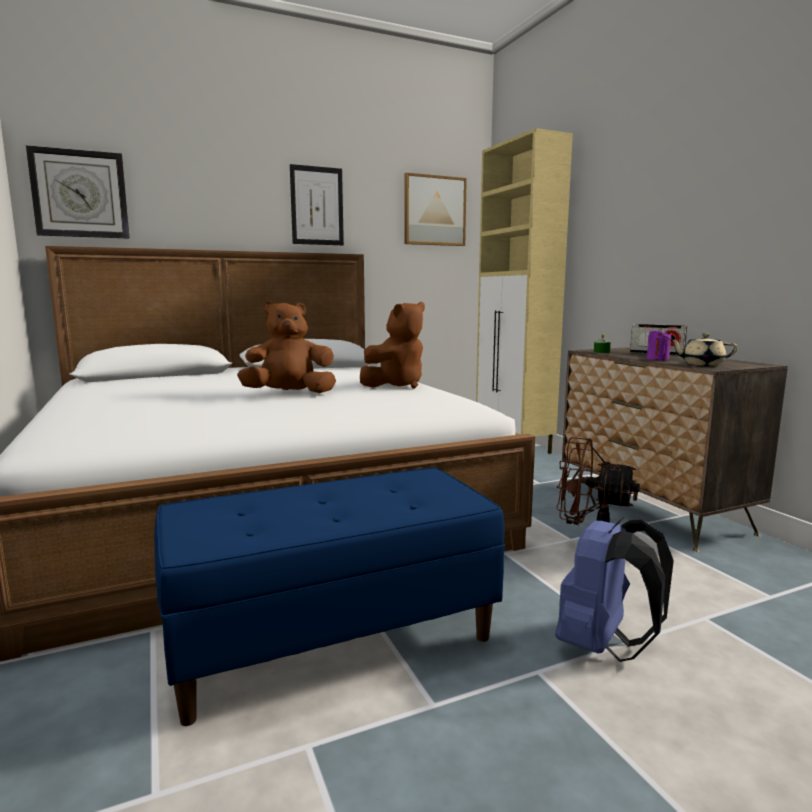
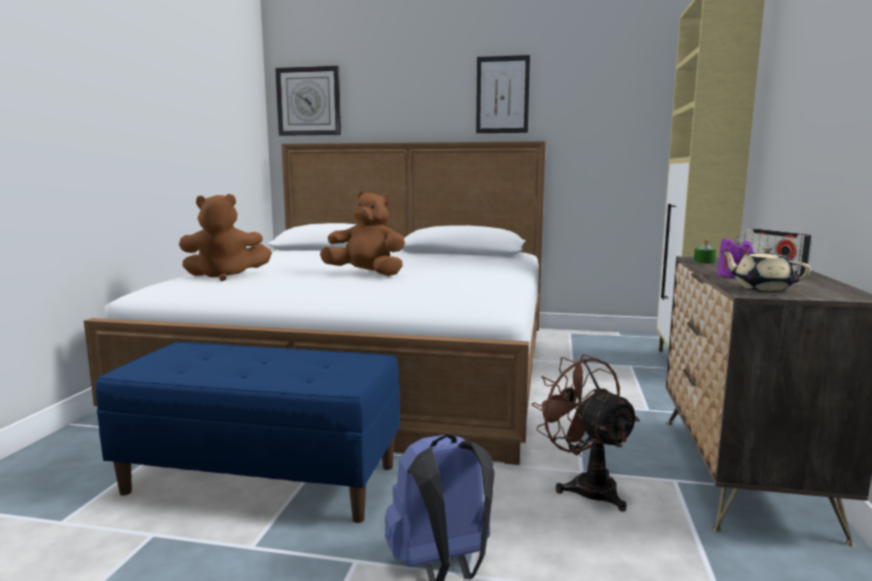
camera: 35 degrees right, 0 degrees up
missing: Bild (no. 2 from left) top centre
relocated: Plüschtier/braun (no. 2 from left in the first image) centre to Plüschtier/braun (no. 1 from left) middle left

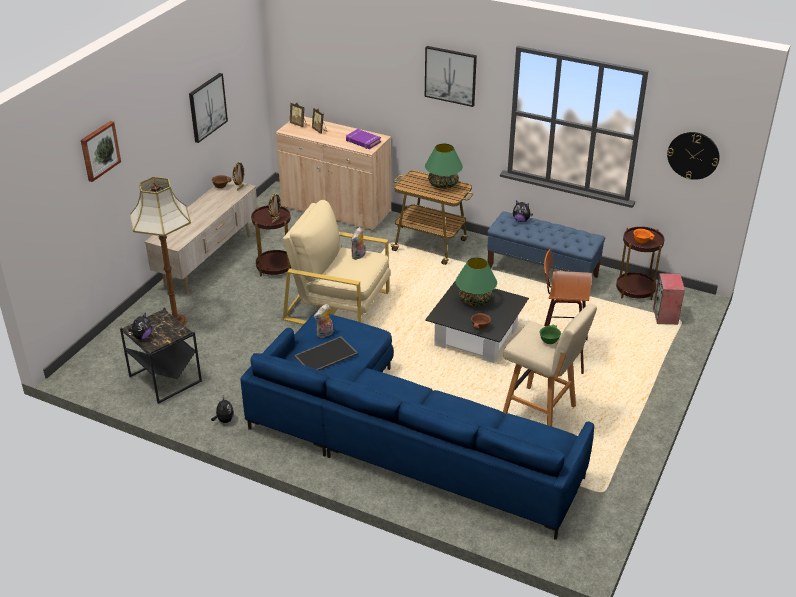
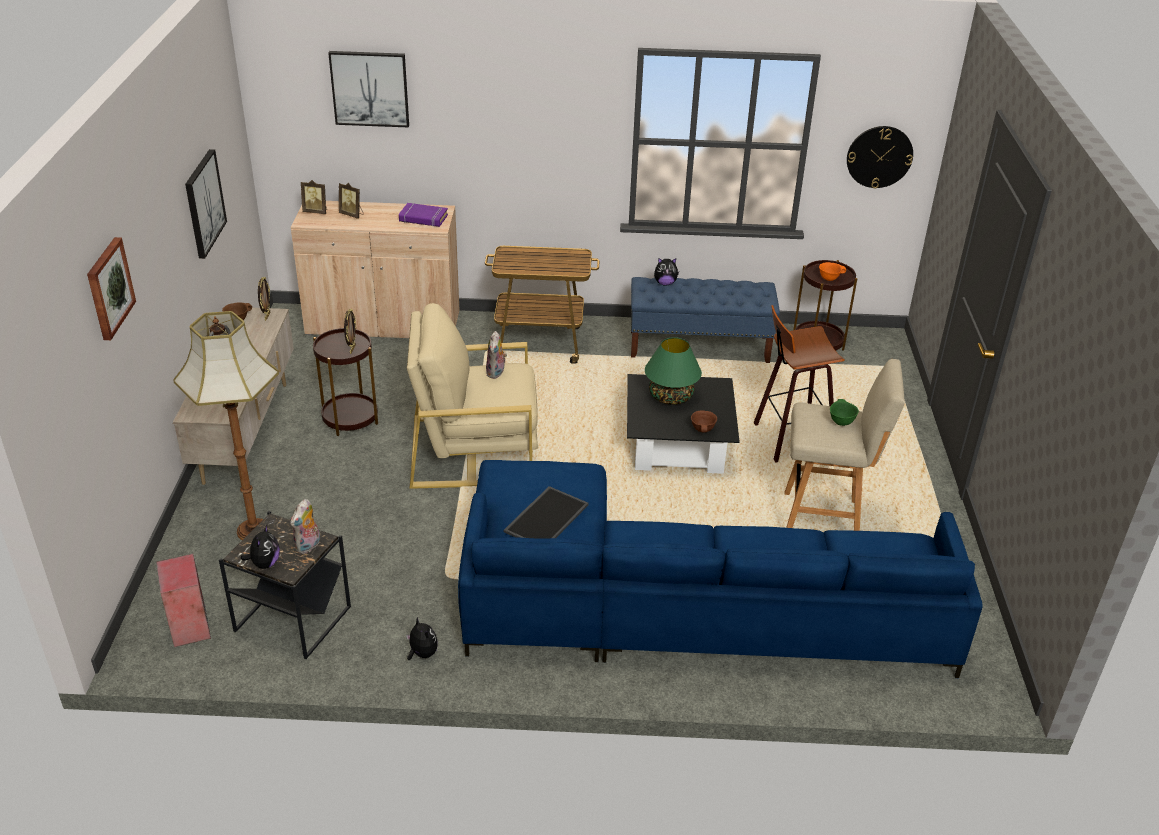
camera: 25 degrees left, 0 degrees up
missing: Tischlampe/grün (no. 1 from left) top centre
relocated: Bild (no. 3 from left) top centre to top left; Lautsprecher middle right to bottom left; Plüschtier (no. 3 from left in the first image) centre to Plüschtier (no. 2 from left) middle left

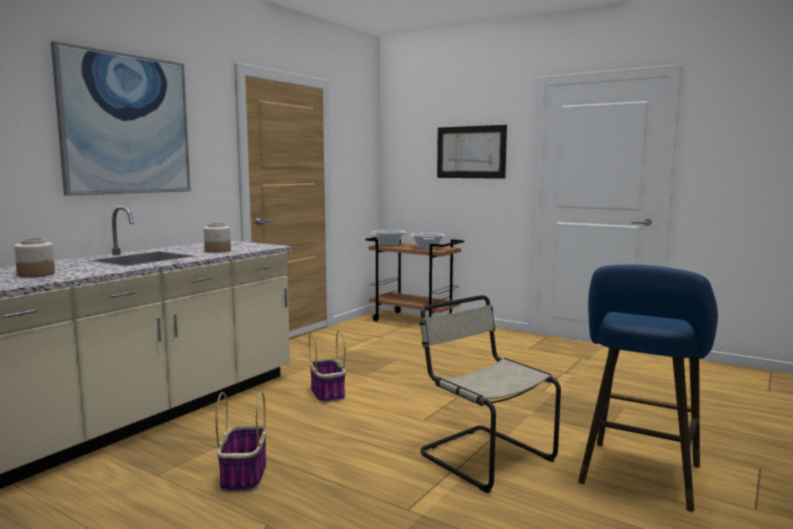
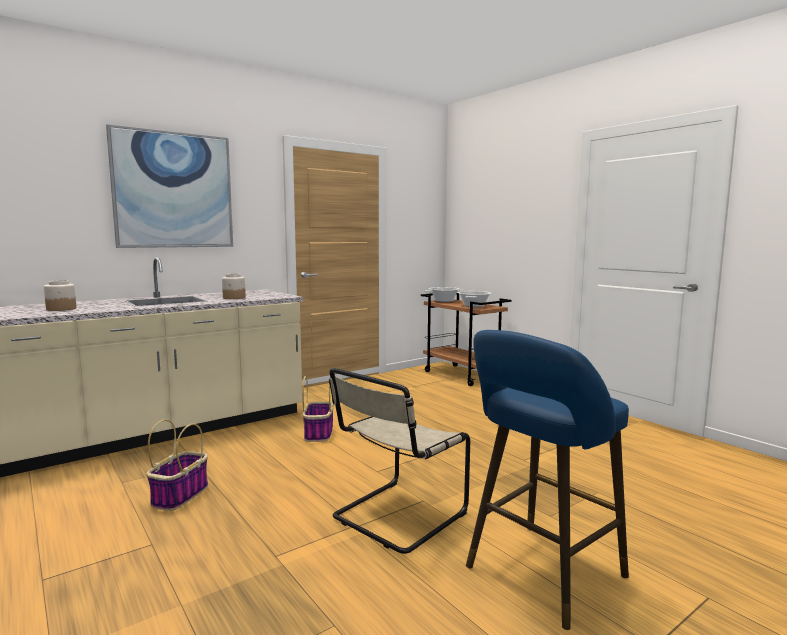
camera: 20 degrees right, 0 degrees up
missing: Bild (no. 2 from left) top centre
spun: Stuhl/beige bottom centre = bottom centre 120 degrees counterclockwise

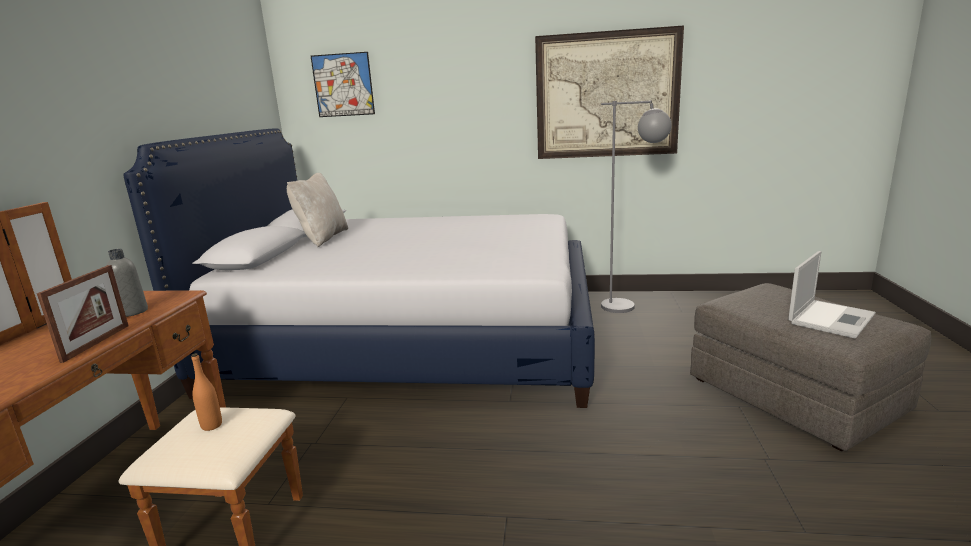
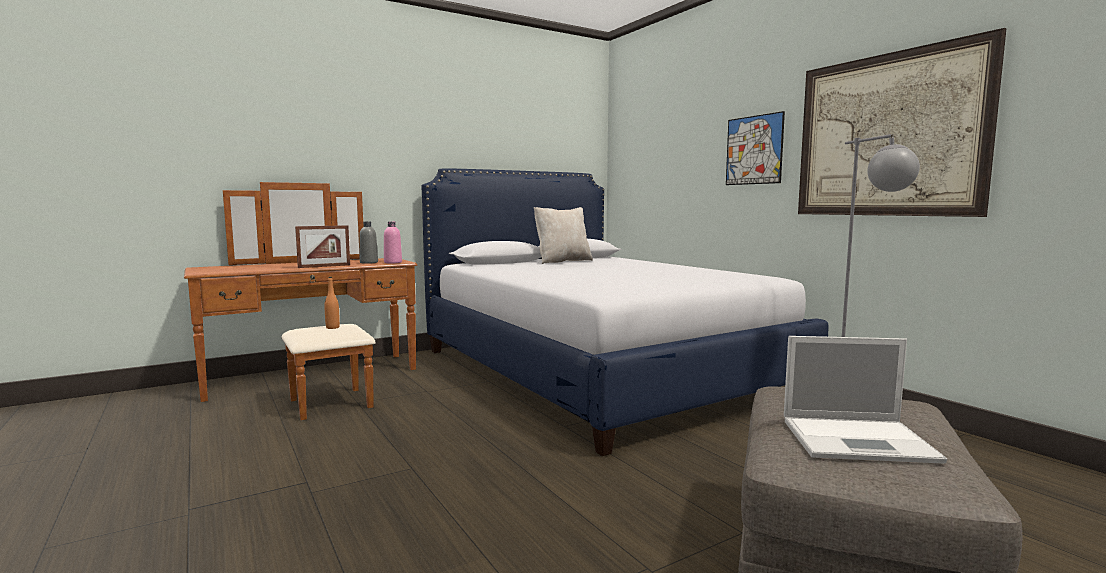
camera: 50 degrees right, 10 degrees down
appeared: Flasche/rosa centre
relocated: Bild (no. 1 from left) top centre to top right

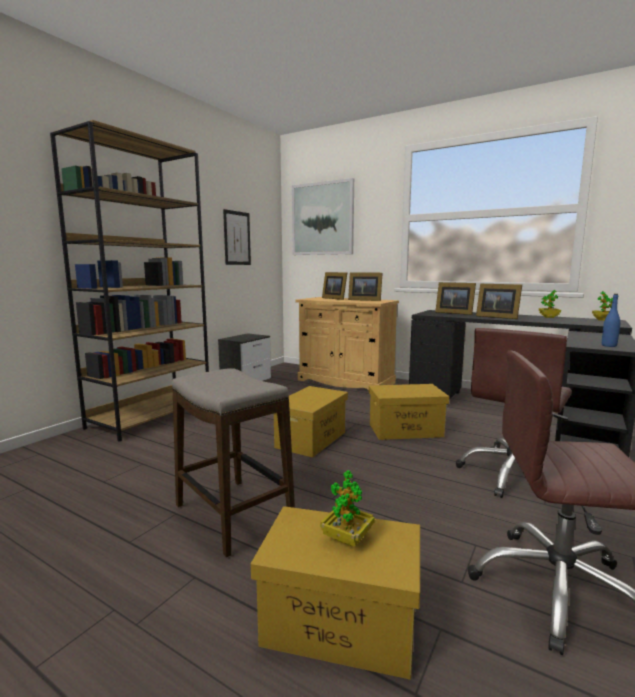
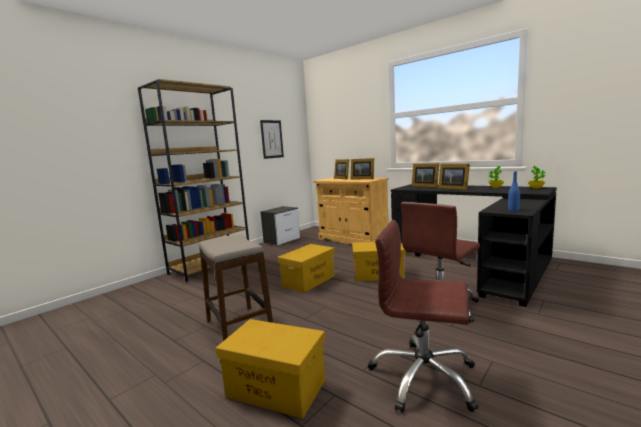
camera: 10 degrees right, 0 degrees up
missing: Bild (no. 2 from left) top centre; Topfpflanze (no. 1 from left) bottom centre

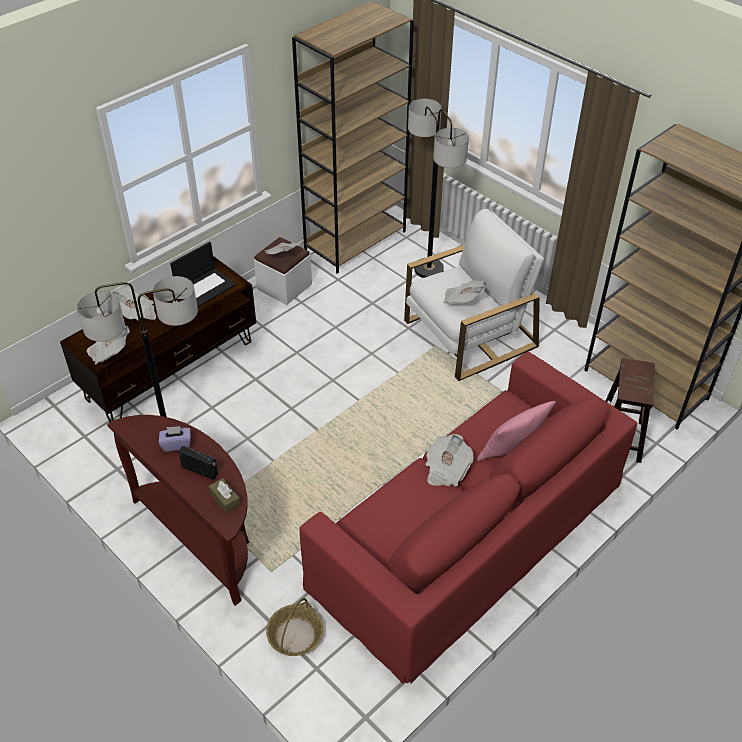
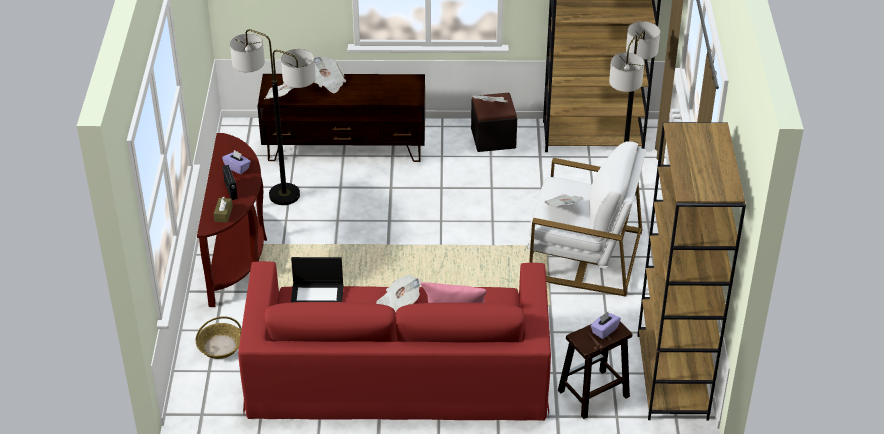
camera: 45 degrees right, 5 degrees down
appeared: Taschentuchbox/lila (no. 2 from left) bottom right
relocated: Laptop middle left to centre
colour: Polsterhocker/weiß centre to Polsterhocker/schwarz top centre

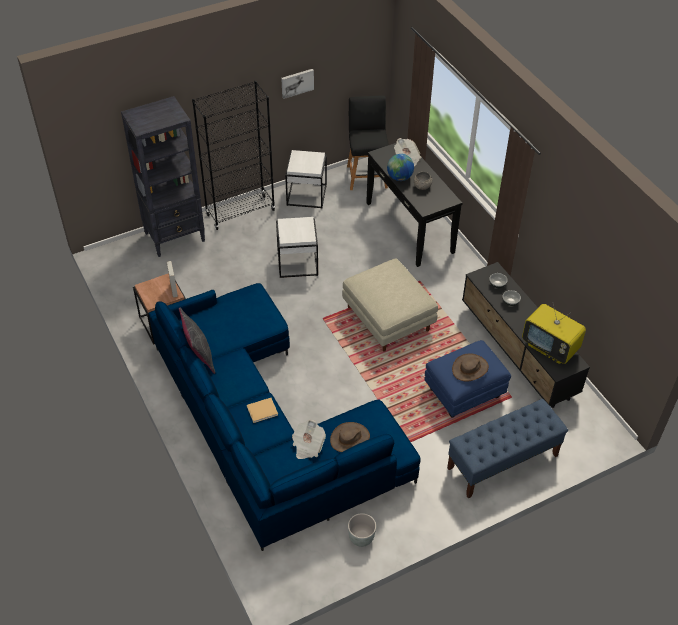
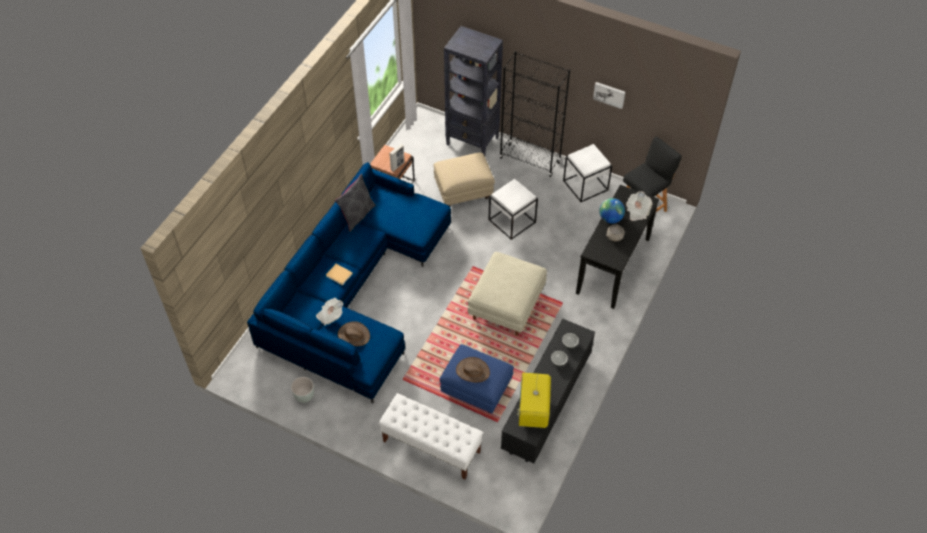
camera: 55 degrees right, 5 degrees up
appeared: Polsterhocker/beige (no. 1 from left) centre
colour: Bank/blau bottom right to Bank/weiß bottom centre

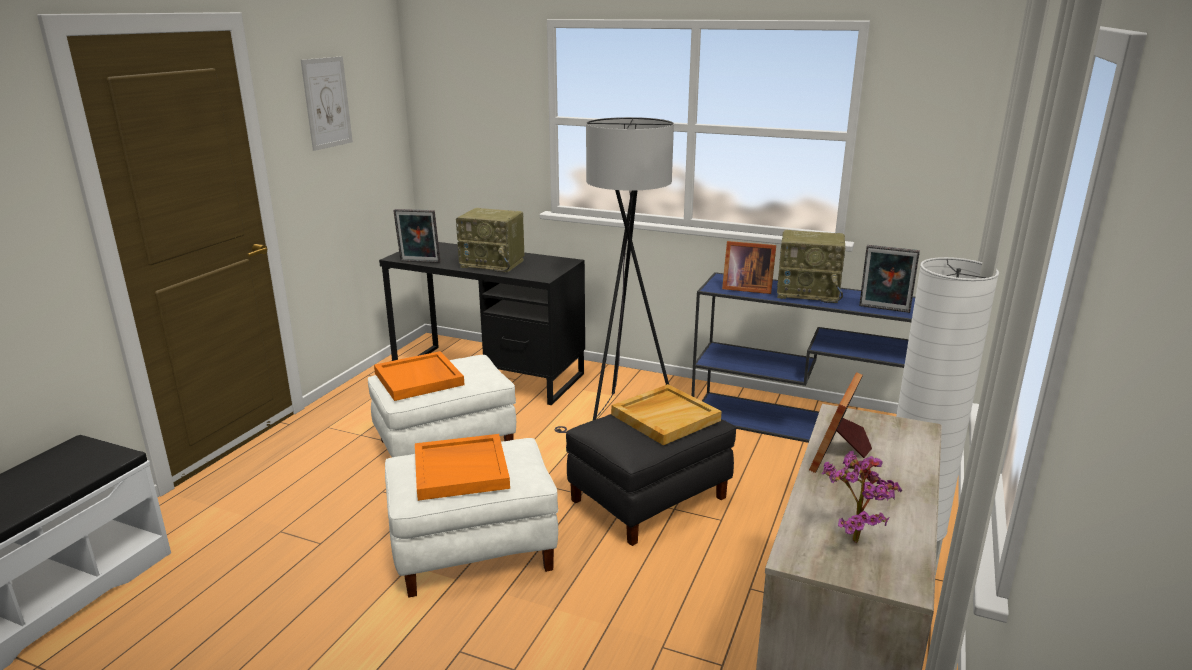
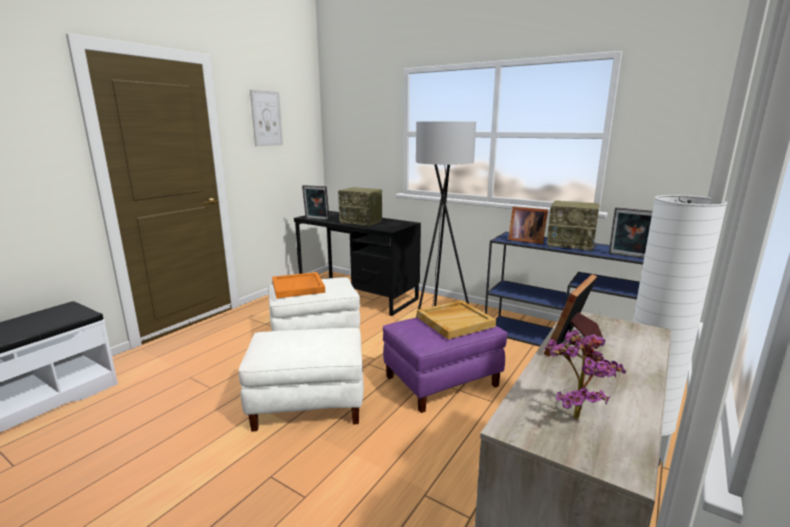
camera: 10 degrees right, 5 degrees down
missing: Tablett/orange (no. 2 from left) bottom centre
colour: Polsterhocker/schwarz bottom centre to Polsterhocker/lila bottom centre

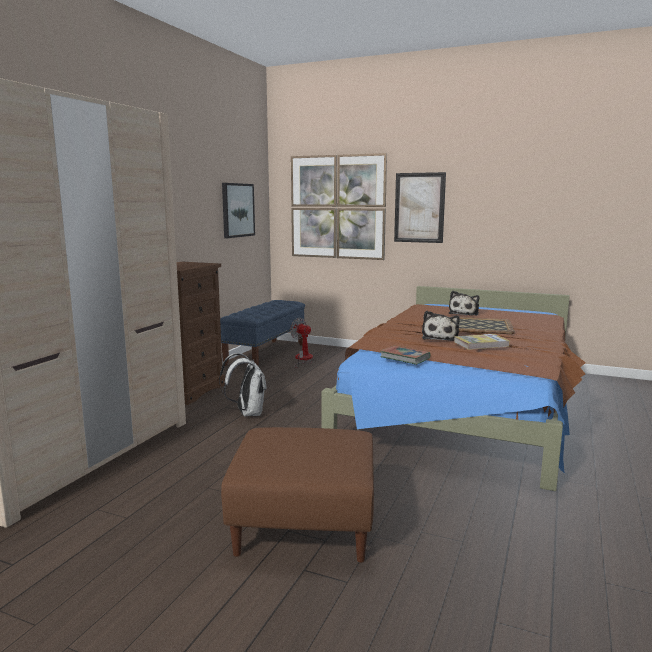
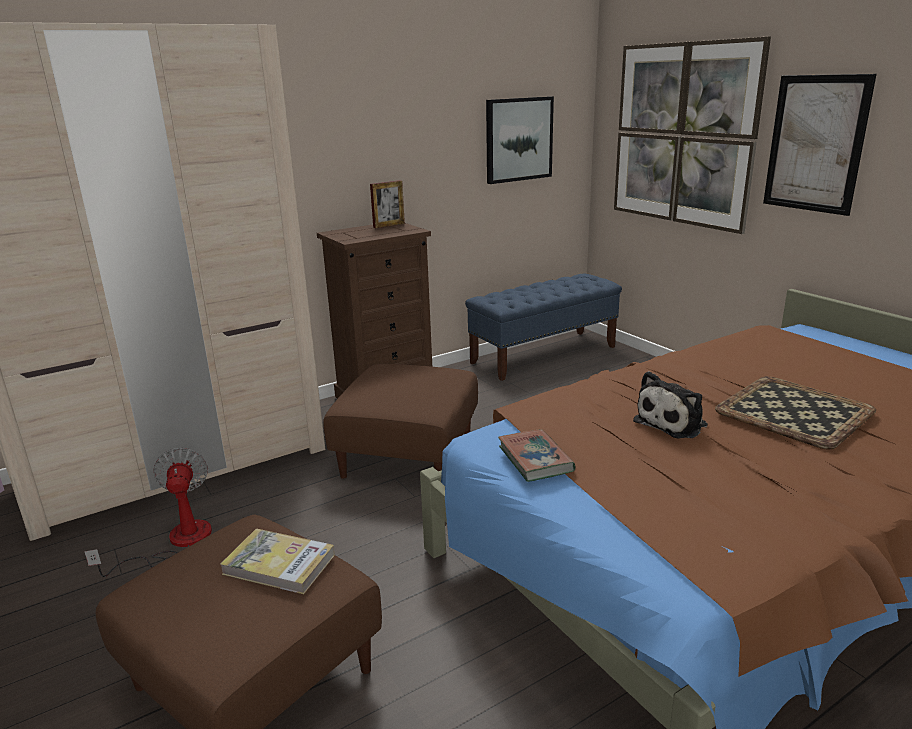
camera: 35 degrees right, 10 degrees up
missing: Plüschtier (no. 2 from left) middle right
appeared: Bilderrahmen top centre
relocated: Ventilator centre to bottom left; Buch (no. 2 from left in the first image) middle right to Buch (no. 1 from left) bottom left
exchanged: Rucksack/weiß centre to Polsterhocker/braun (no. 2 from left) centre

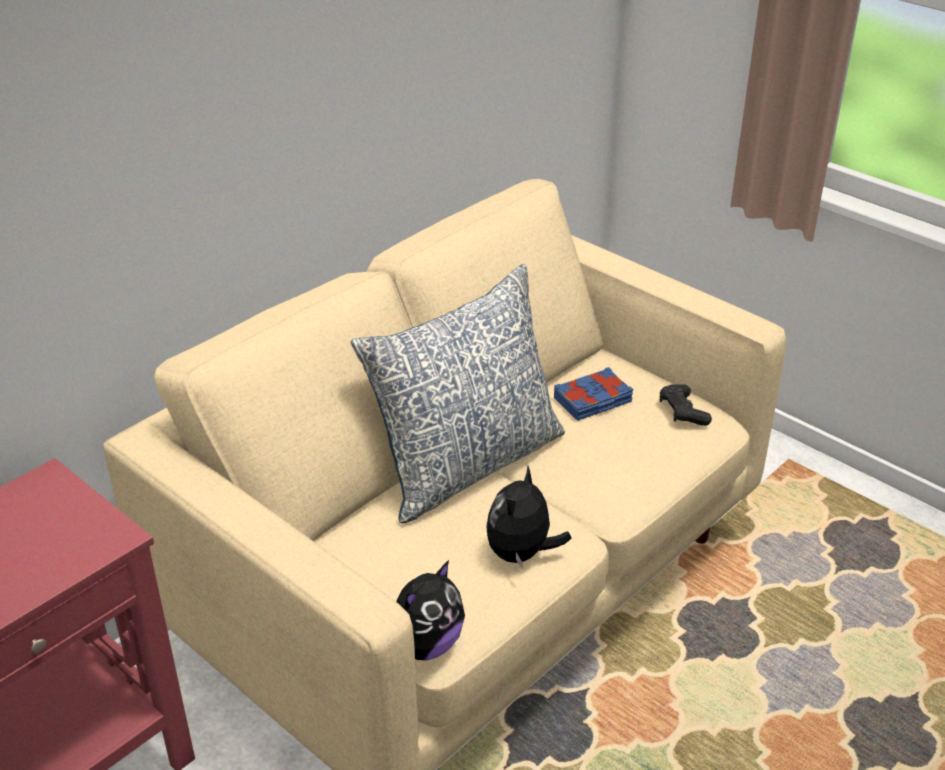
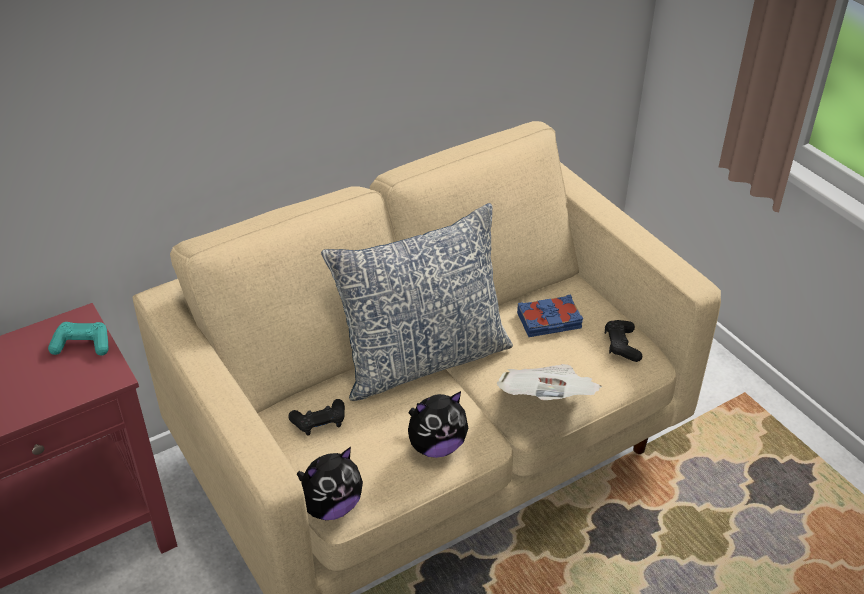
camera: 15 degrees right, 5 degrees up
appeared: Gamepad/türkis middle left; Zeitung centre; Gamepad/schwarz (no. 1 from left) bottom centre
spun: Plüschtier (no. 2 from left) bottom centre = bottom centre 150 degrees counterclockwise

